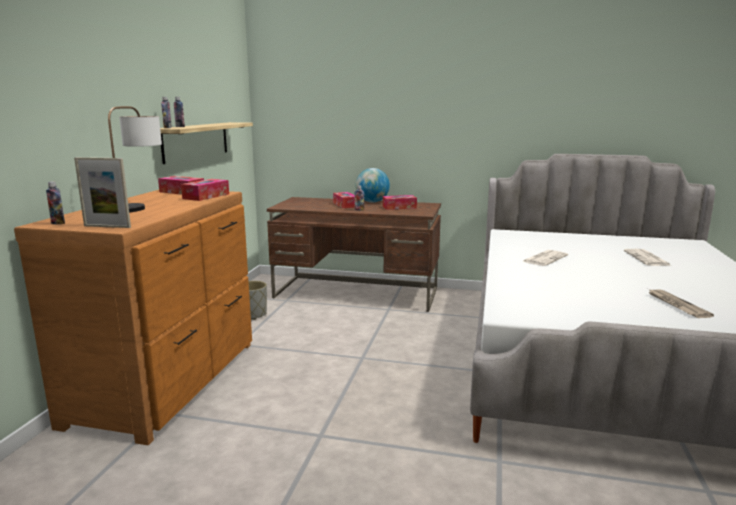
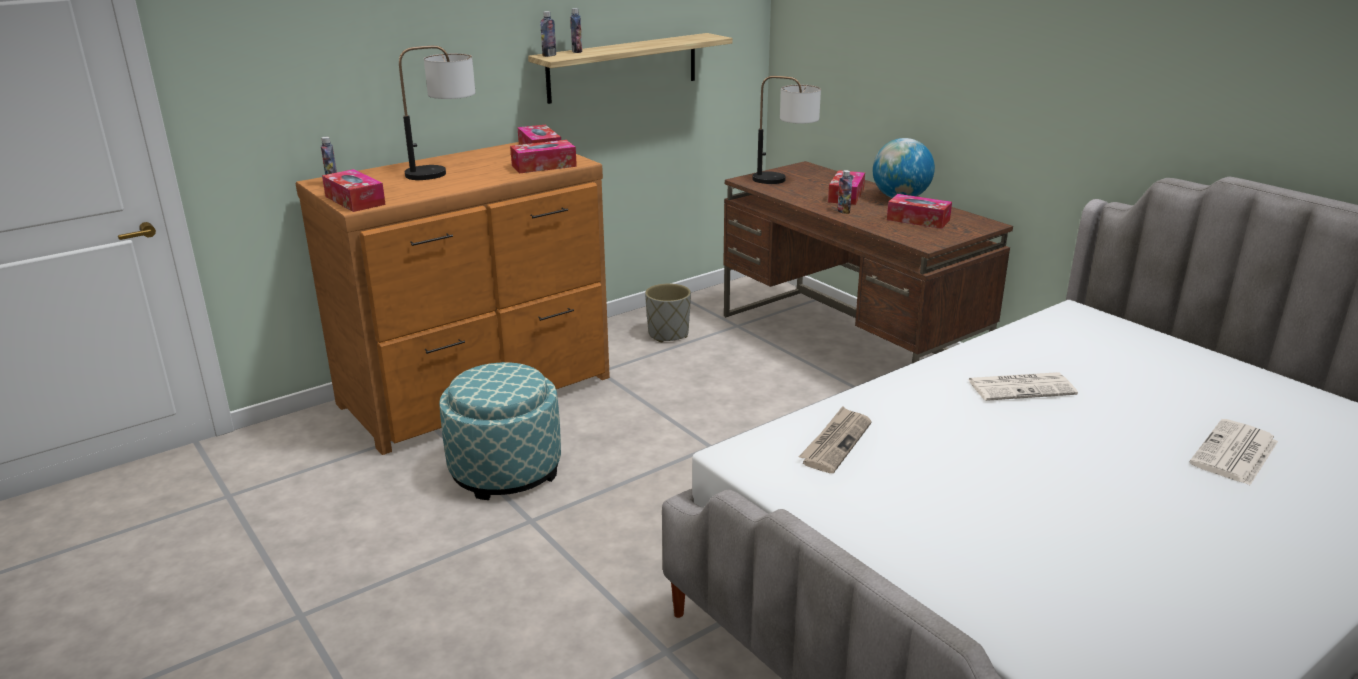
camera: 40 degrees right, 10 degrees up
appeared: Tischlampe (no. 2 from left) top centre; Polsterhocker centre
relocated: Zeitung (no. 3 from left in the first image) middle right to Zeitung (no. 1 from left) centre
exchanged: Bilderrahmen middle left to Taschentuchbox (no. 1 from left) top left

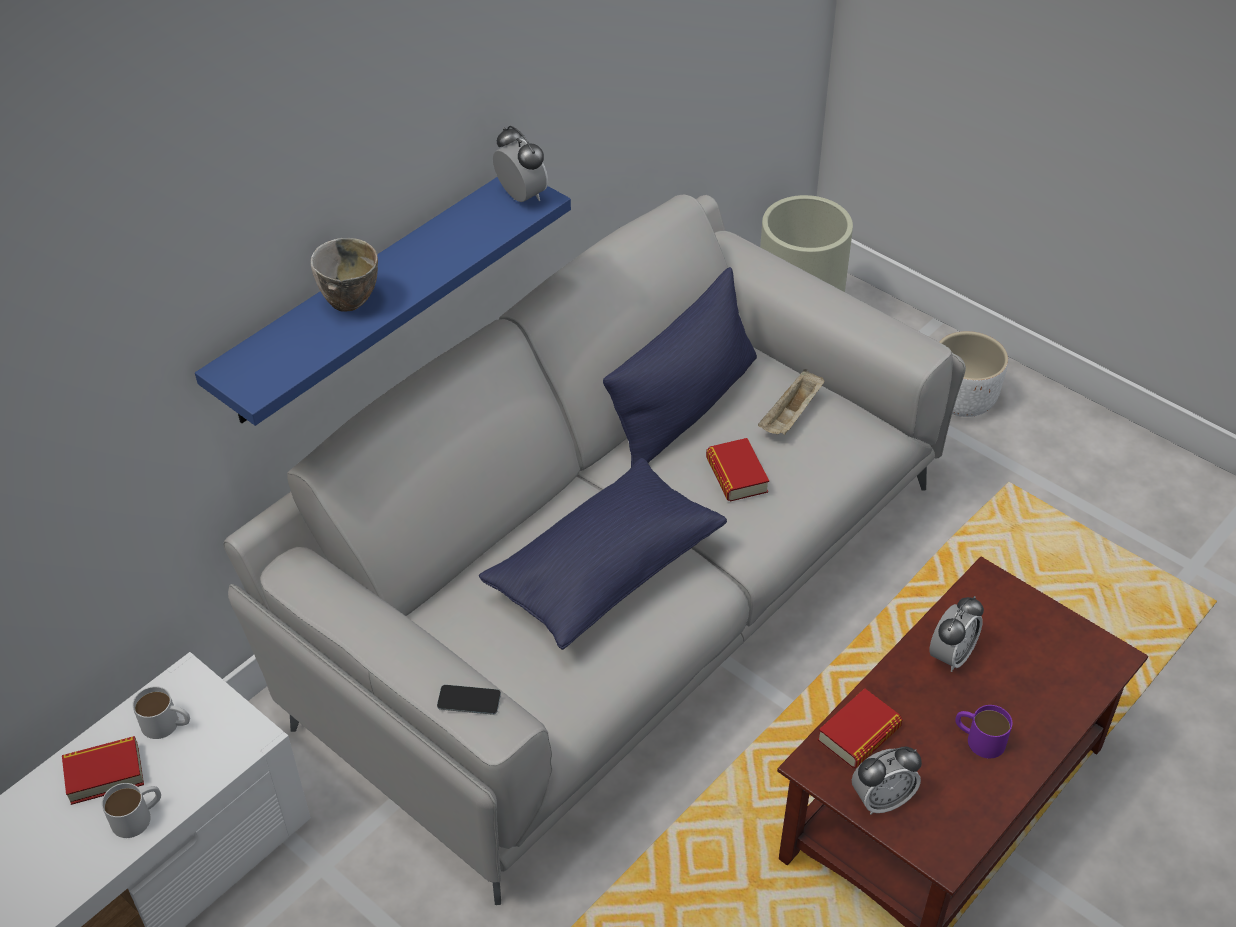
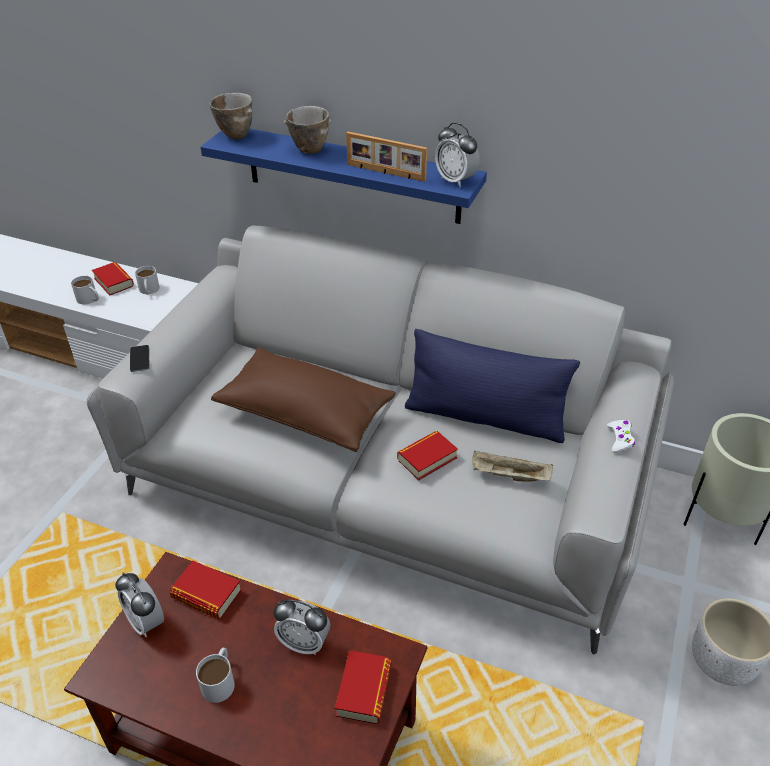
camera: 70 degrees right, 5 degrees down
appeared: Schüssel (no. 1 from left) top left; Bilderrahmen top centre; Gamepad/weiß middle right; Buch (no. 3 from left) bottom centre
colour: Kissen/blau (no. 1 from left) centre to Kissen/braun centre; Henkelbecher/lila bottom right to Henkelbecher/weiß (no. 3 from left) bottom left
spun: Wecker (no. 1 from left in the first image) top centre = top centre 105 degrees clockwise

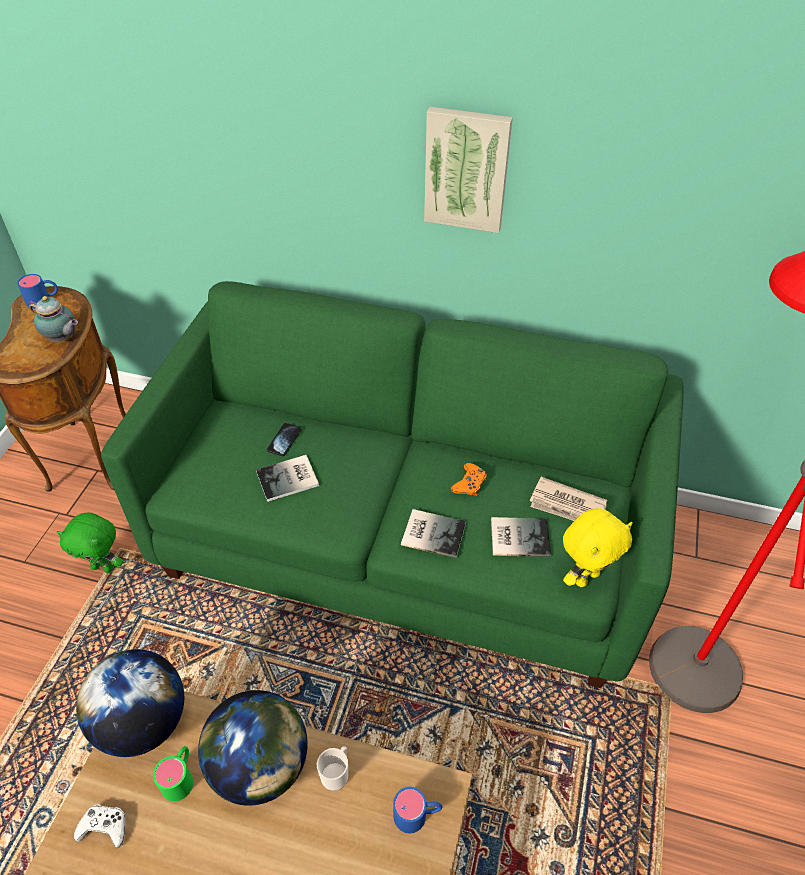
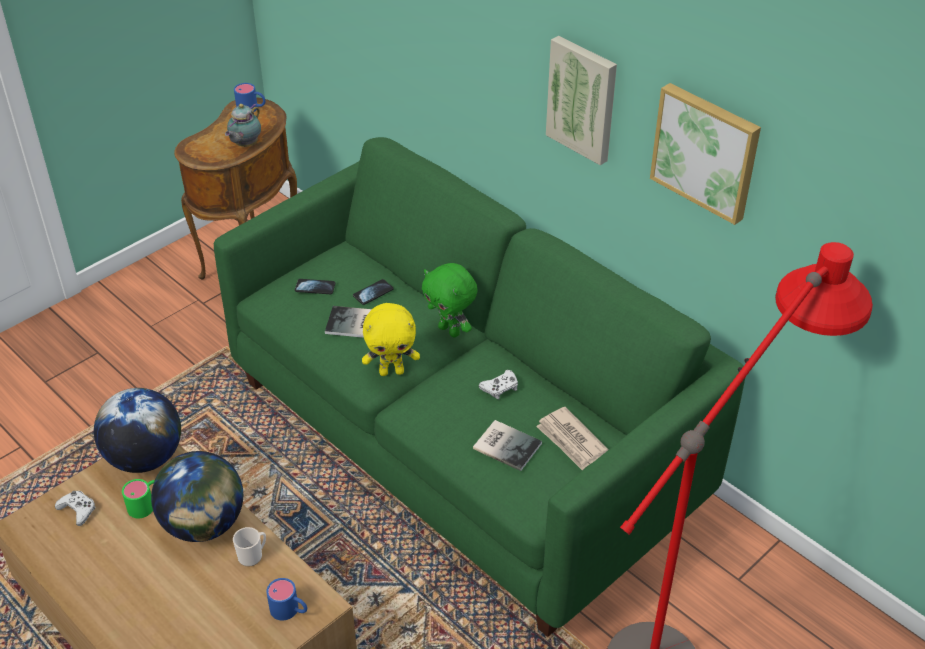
camera: 30 degrees right, 5 degrees down
missing: Buch (no. 2 from left) centre
appeared: Bild (no. 2 from left) top right; Handy (no. 1 from left) centre
relocated: Plüschtier/gelb middle right to centre; Plüschtier/grün middle left to centre
colour: Gamepad/orange centre to Gamepad/weiß (no. 2 from left) centre
spun: Teekanne middle left = top left 60 degrees clockwise

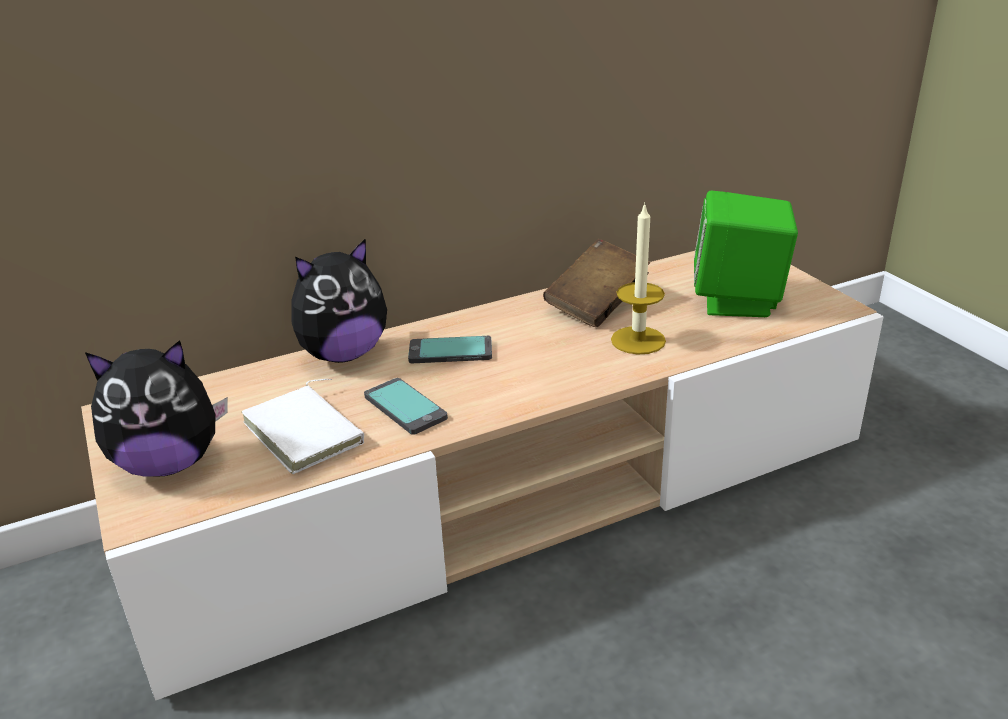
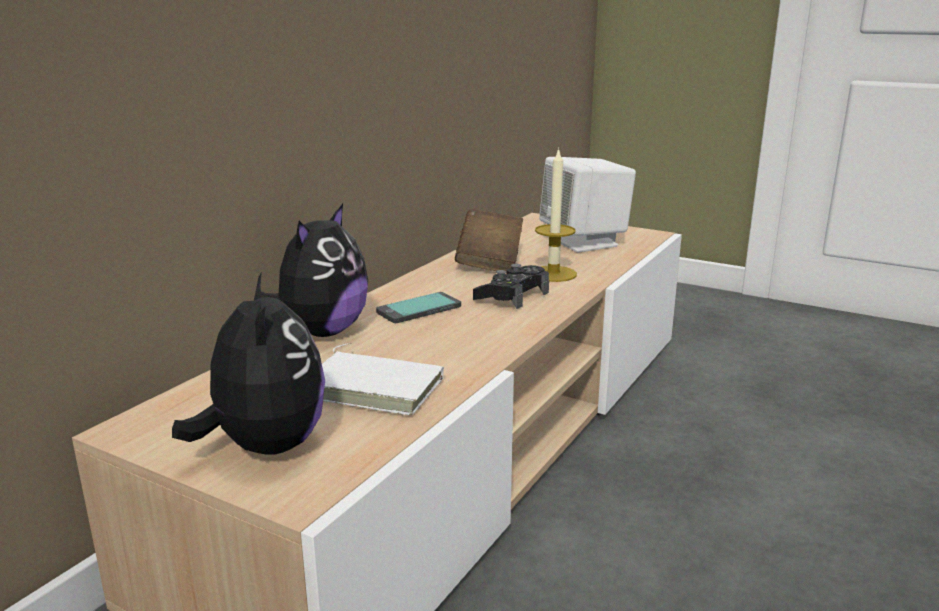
camera: 35 degrees left, 10 degrees down
missing: Handy (no. 1 from left) centre
appeared: Gamepad/schwarz centre
colour: Lautsprecher/grün middle right to Lautsprecher/weiß centre
spun: Plüschtier (no. 1 from left) middle left = middle left 60 degrees counterclockwise

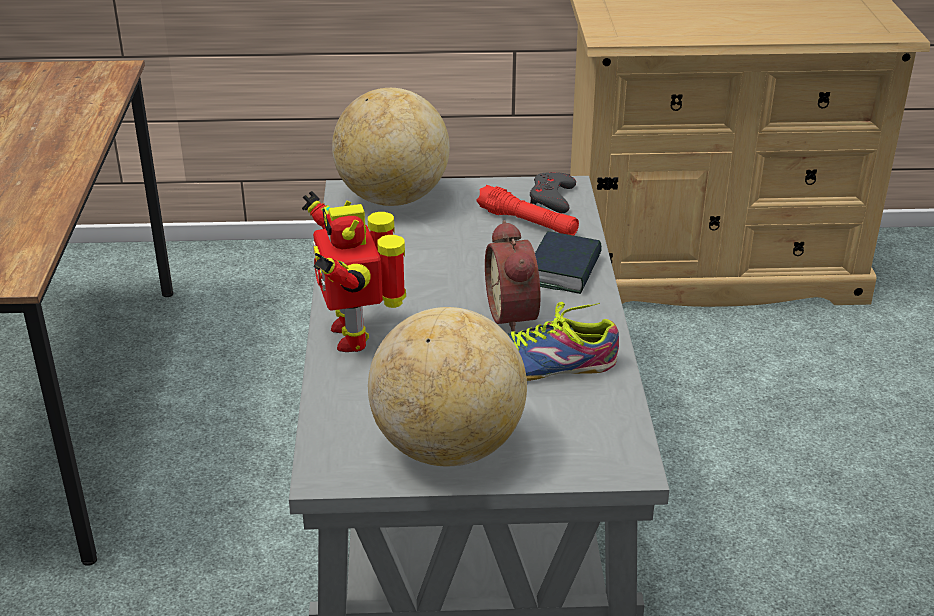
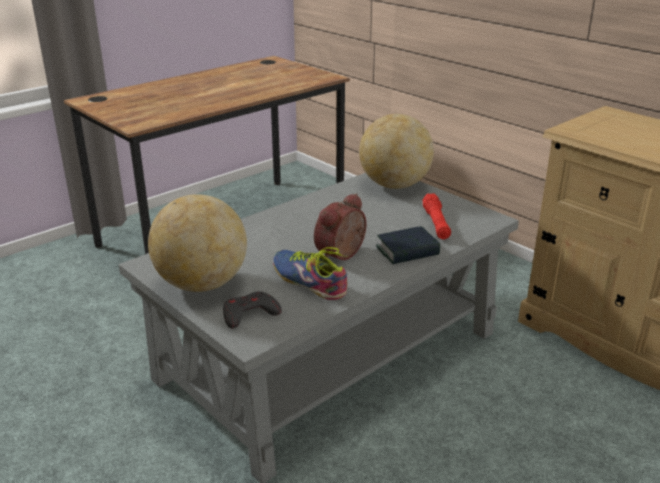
camera: 50 degrees right, 5 degrees down
missing: Spielzeugroboter centre
relocated: Gamepad/grau top centre to centre

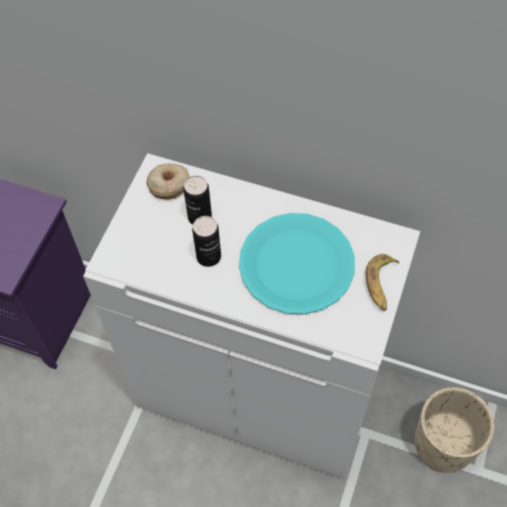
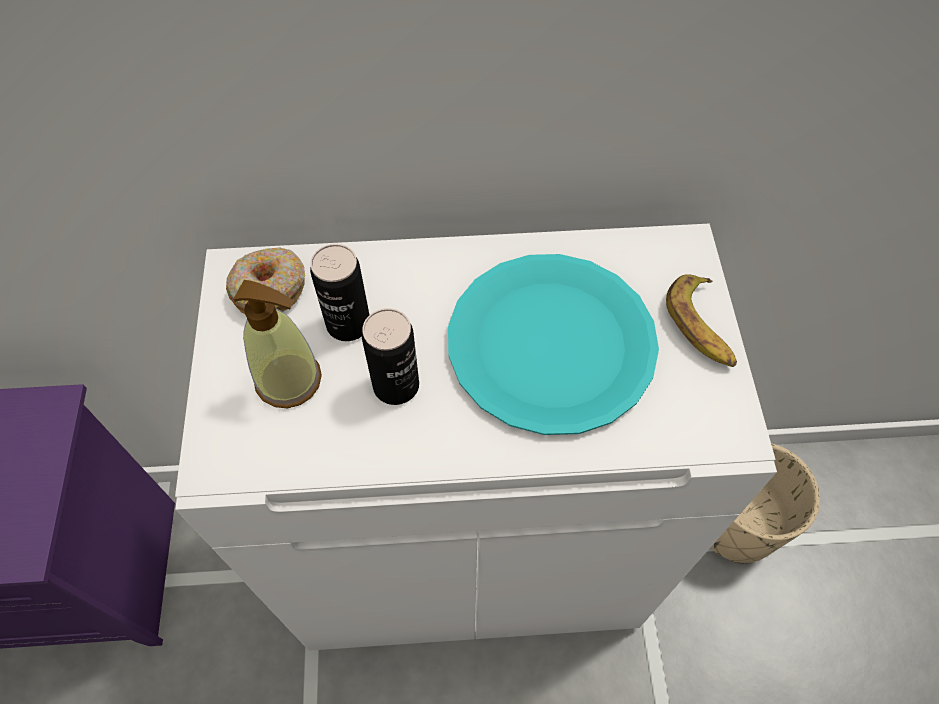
camera: 25 degrees left, 0 degrees up
appeared: Seifenspender middle left

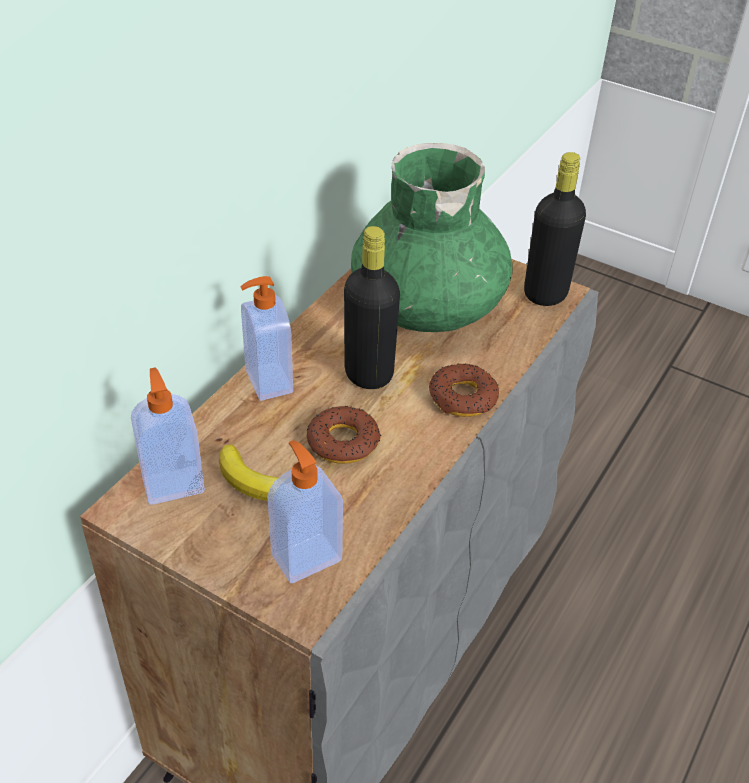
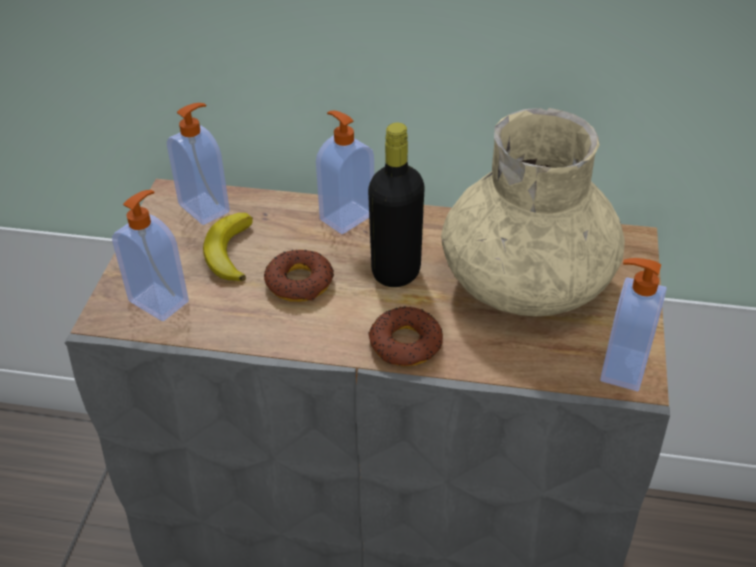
camera: 70 degrees right, 0 degrees up
exchanged: Flasche/schwarz (no. 2 from left) top right to Seifenspender (no. 4 from left) middle right
colour: Vase/grün top centre to Vase/beige middle right

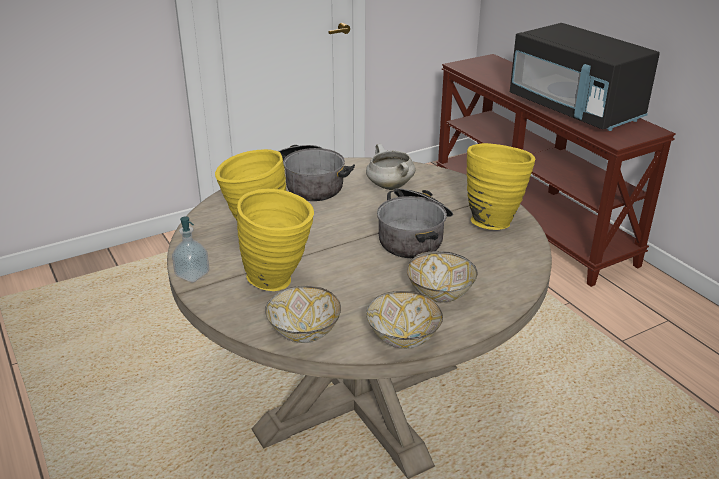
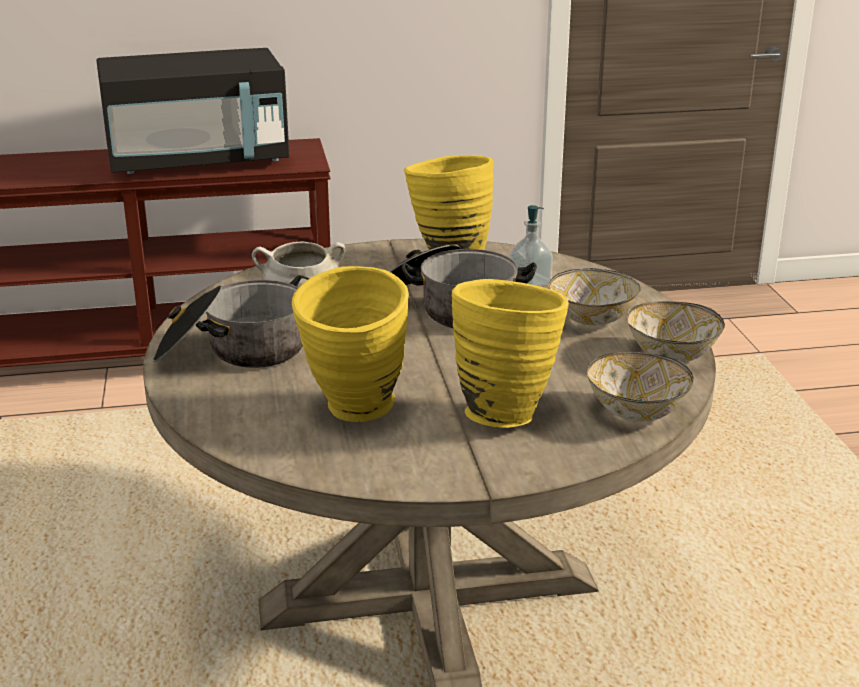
camera: 70 degrees left, 5 degrees down
relocated: Seifenspender middle left to centre

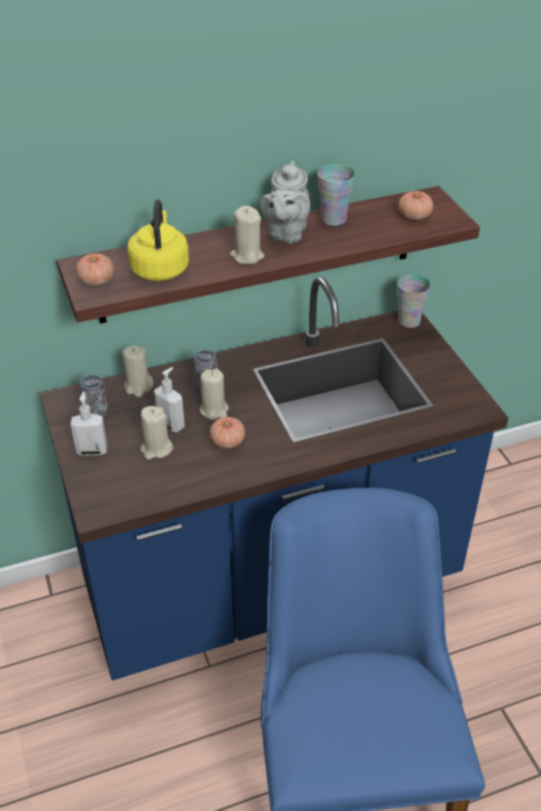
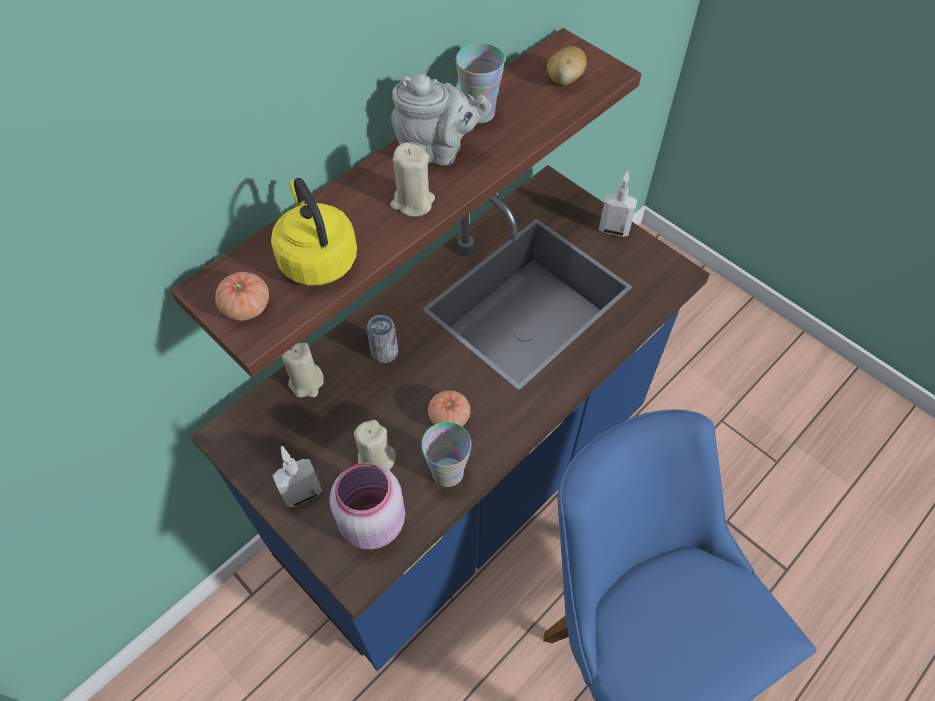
camera: 25 degrees left, 15 degrees up
missing: Kerze/beige (no. 3 from left) centre; Dose (no. 1 from left) middle left
appeared: Vorratsglas/rosa bottom centre
relocated: Tasse (no. 2 from left in the first image) middle right to Tasse (no. 1 from left) centre; Seifenspender (no. 2 from left) middle left to top centre
exchanged: Tomate (no. 3 from left) top right to Kartoffel top centre
spun: Teekanne/grau top centre = top centre 75 degrees counterclockwise

